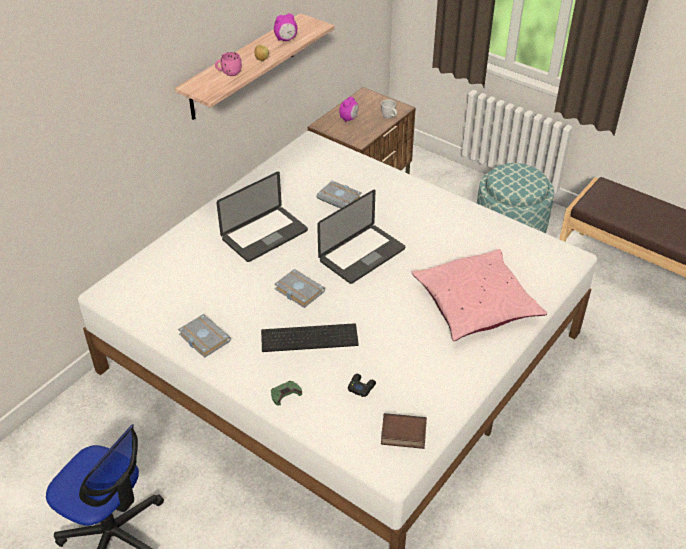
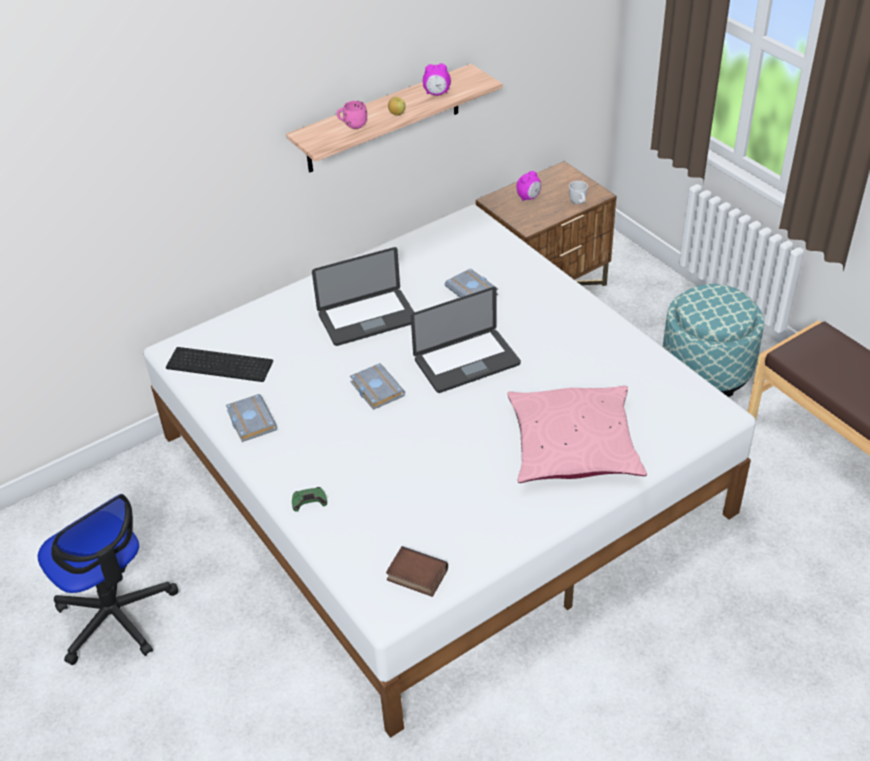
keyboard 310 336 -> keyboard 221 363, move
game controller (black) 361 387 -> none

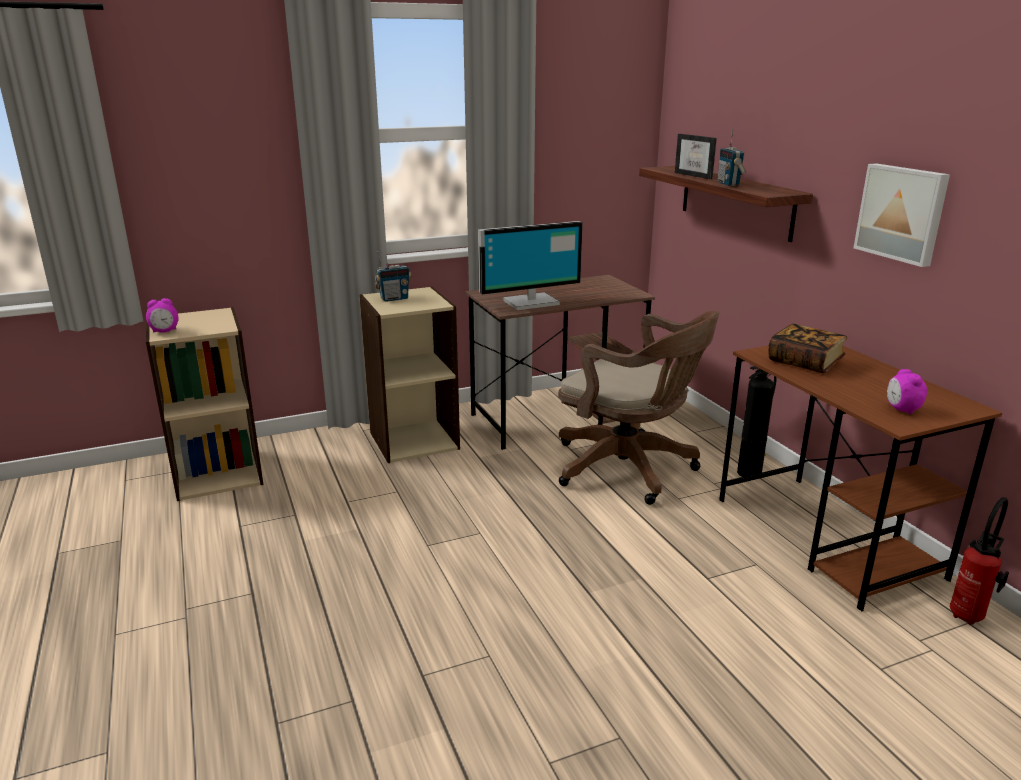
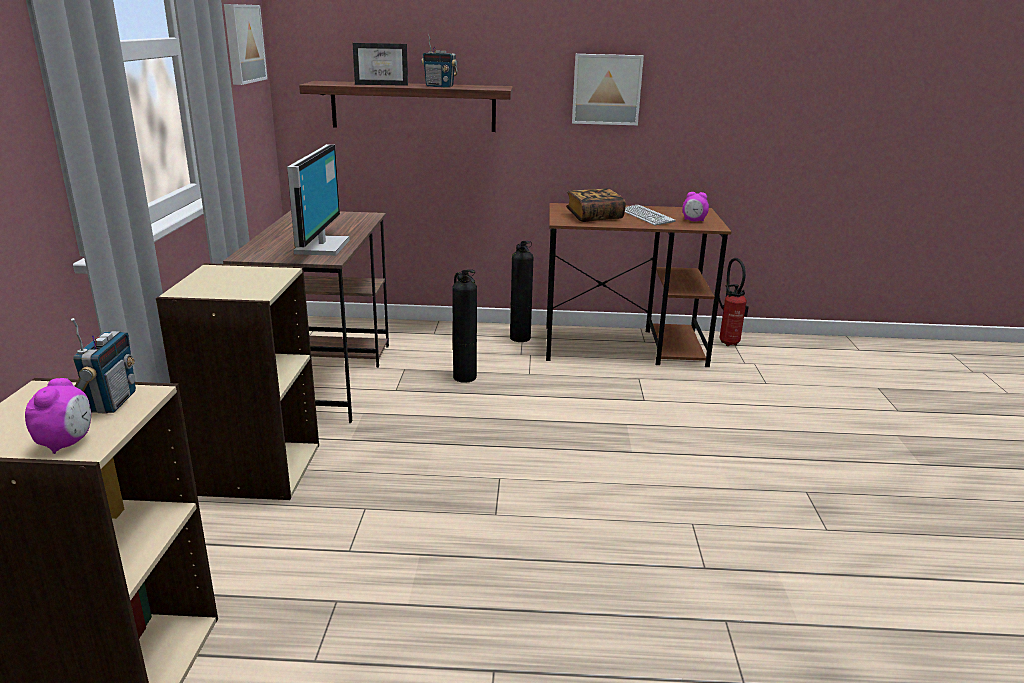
radio 394 299 -> radio 112 402, move
office chair (brown) 630 469 -> fire extinguisher 464 377
none -> picture 242 43
none -> keyboard 646 216

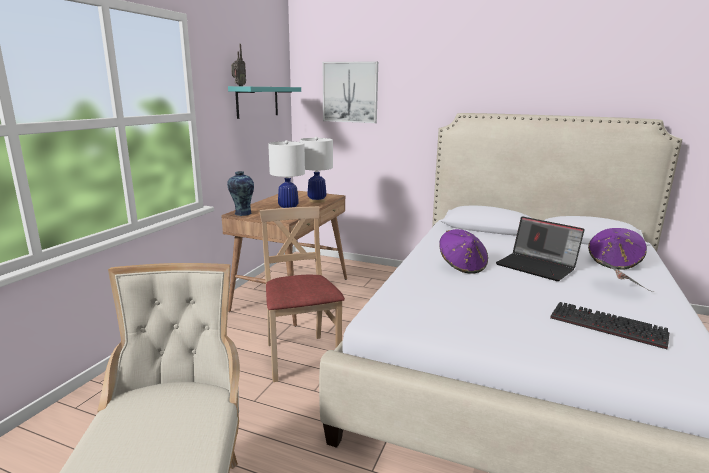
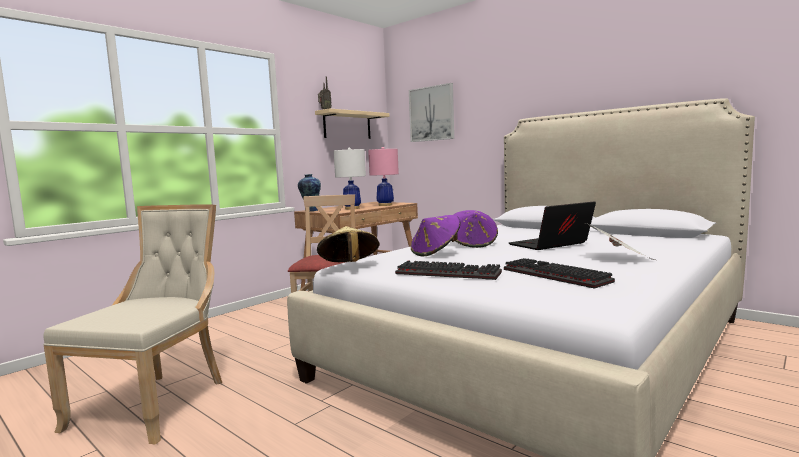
shelf (turquoise) 257 101 -> shelf (beige) 347 125
table lamp (white) 316 201 -> table lamp (pink) 385 205
laptop 537 266 -> laptop 550 245, 90 degrees clockwise
hat (purple) 614 262 -> hat (purple) 436 252, move
none -> hat (beige) 349 266
none -> keyboard 450 273

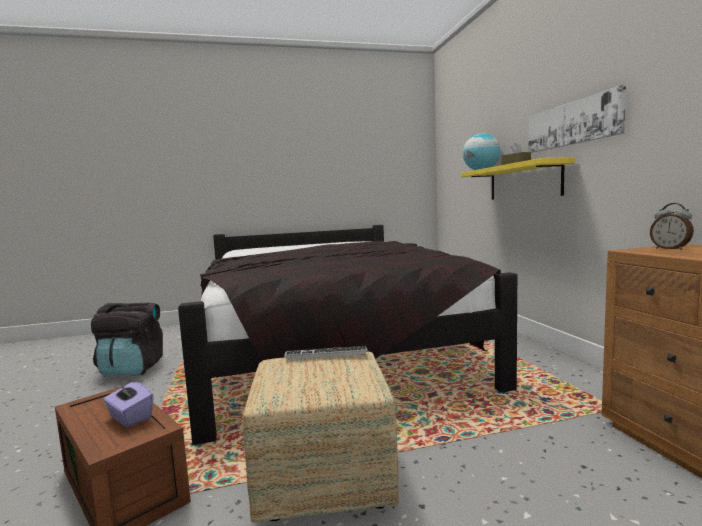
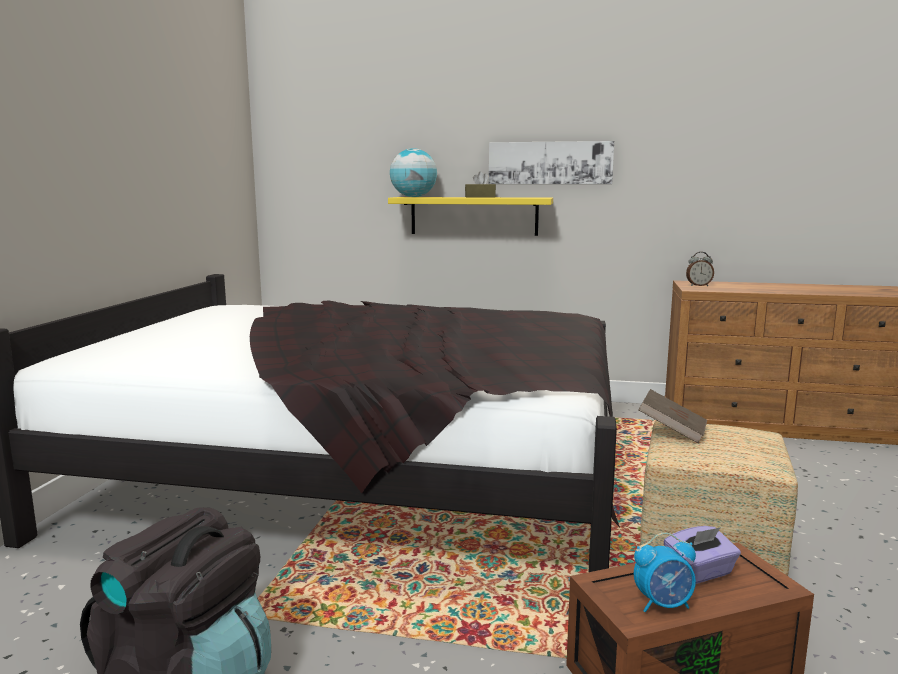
keyboard 326 354 -> book (brown) 672 431
none -> alarm clock 663 604

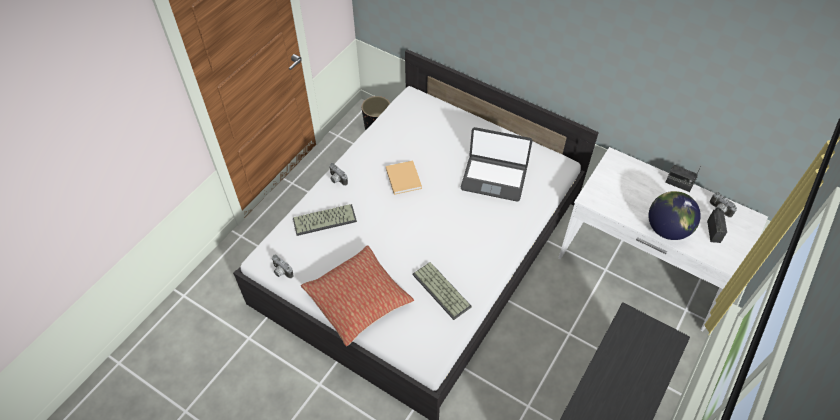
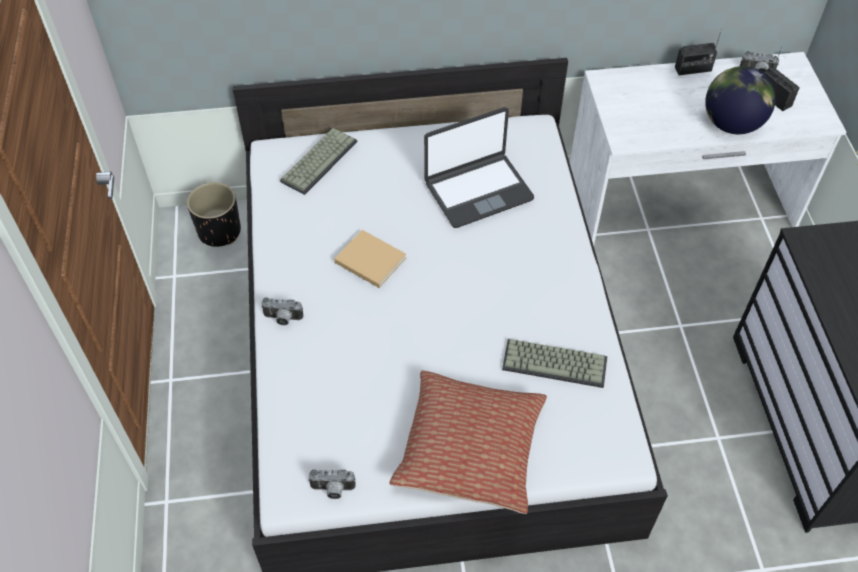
keyboard 325 219 -> keyboard 318 160, move

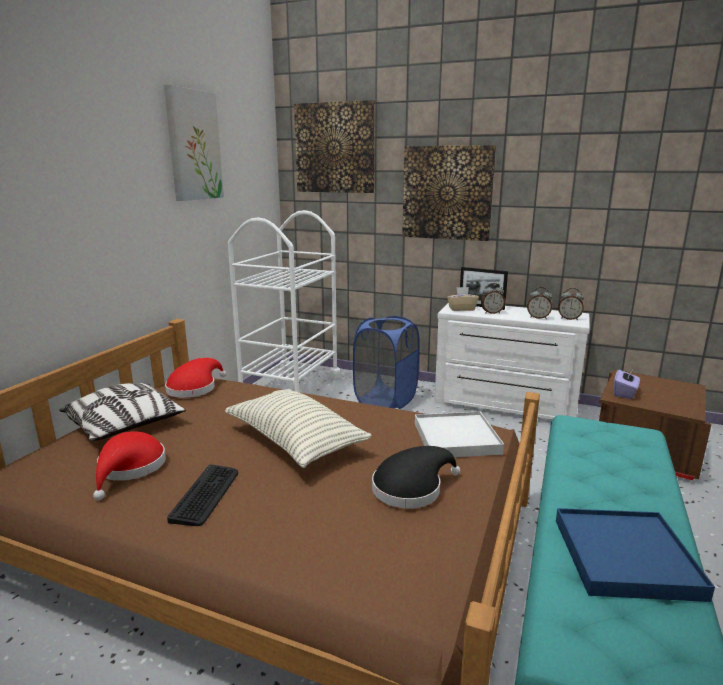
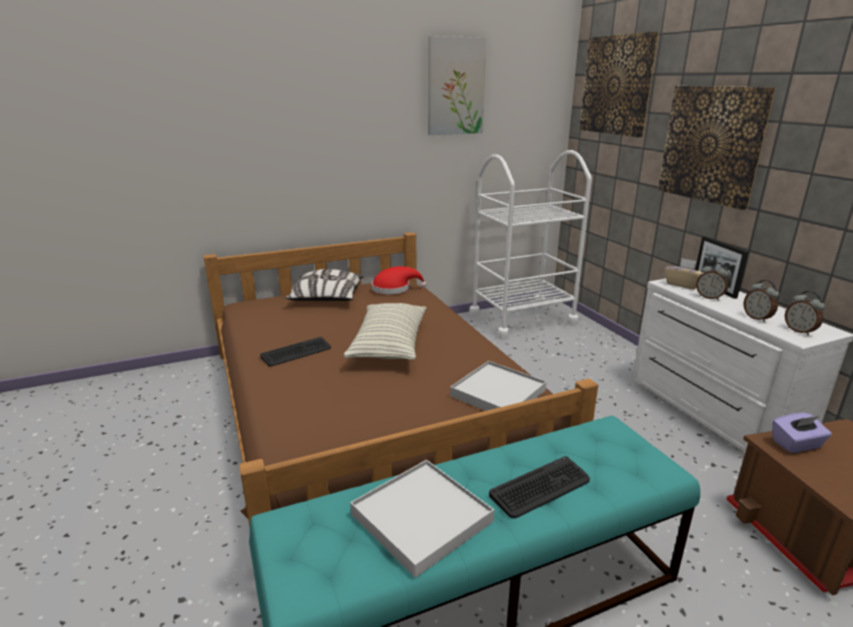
hat (red) 130 469 -> none
laundry basket (blue) 385 399 -> none
hat (black) 411 488 -> none
tray (blue) 625 557 -> tray (white) 422 518
none -> keyboard 540 488

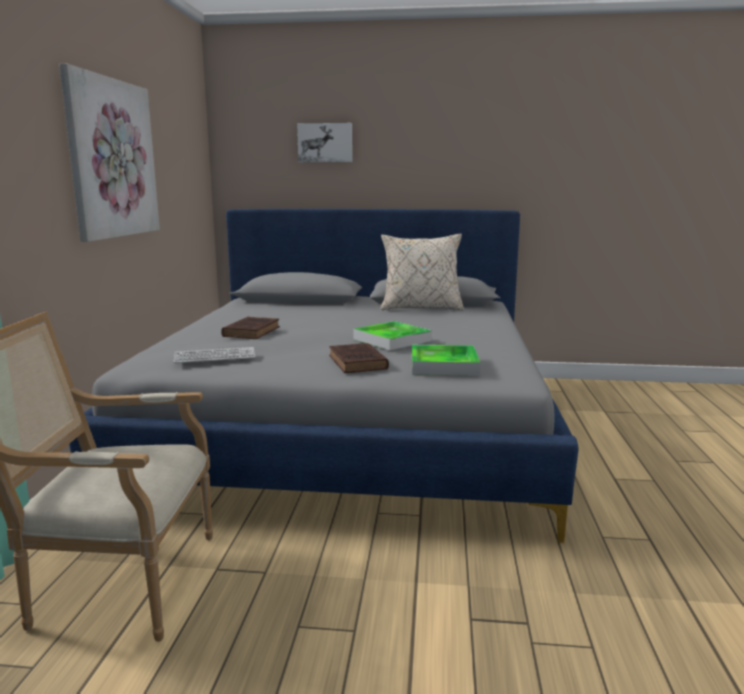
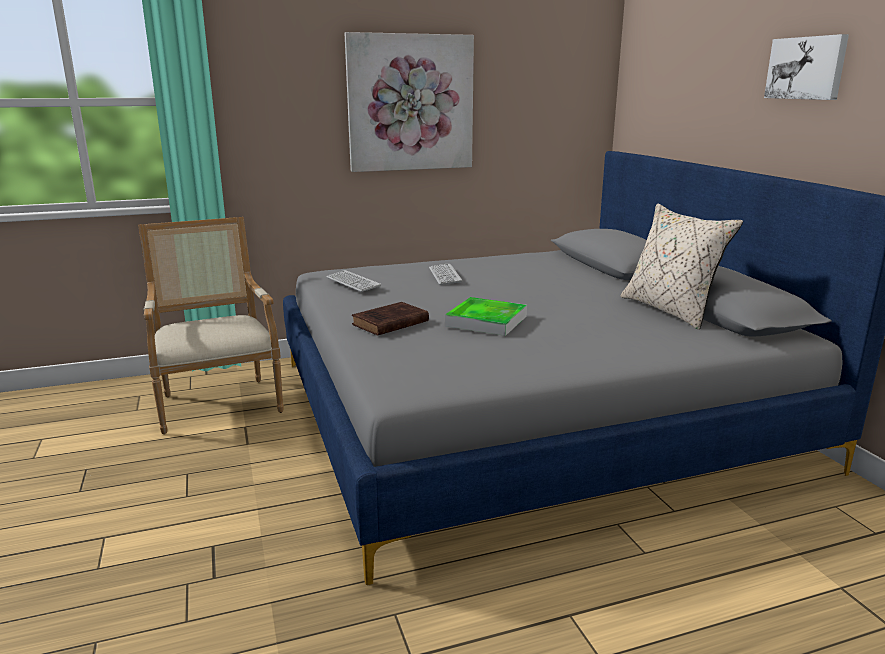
book (brown) 252 331 -> keyboard 445 275
picture 325 143 -> picture 806 68, move
tray 444 365 -> none

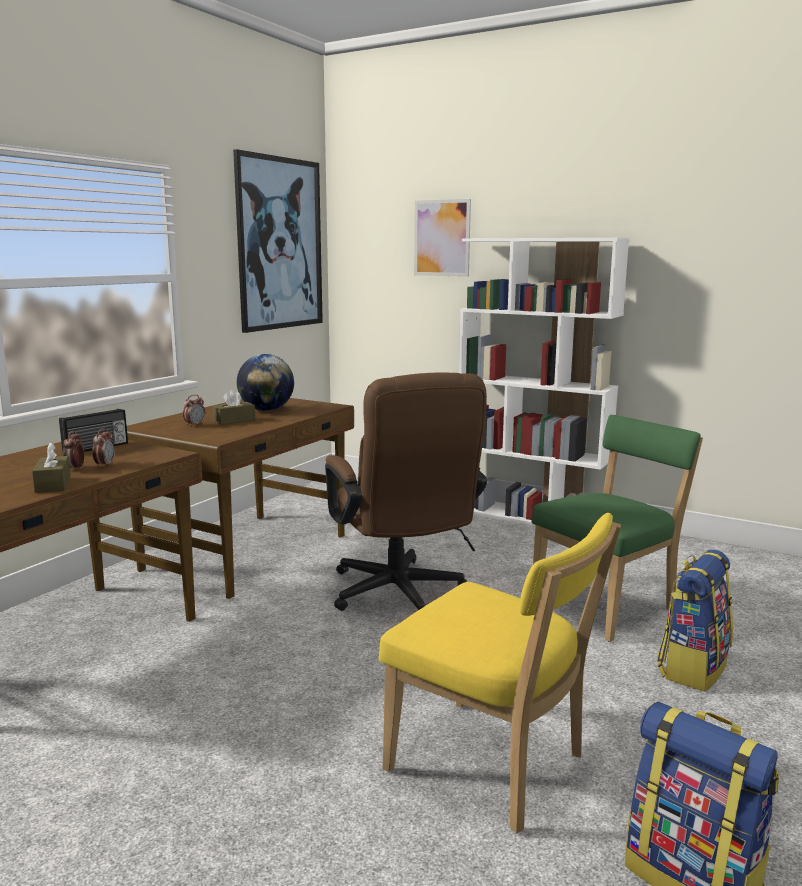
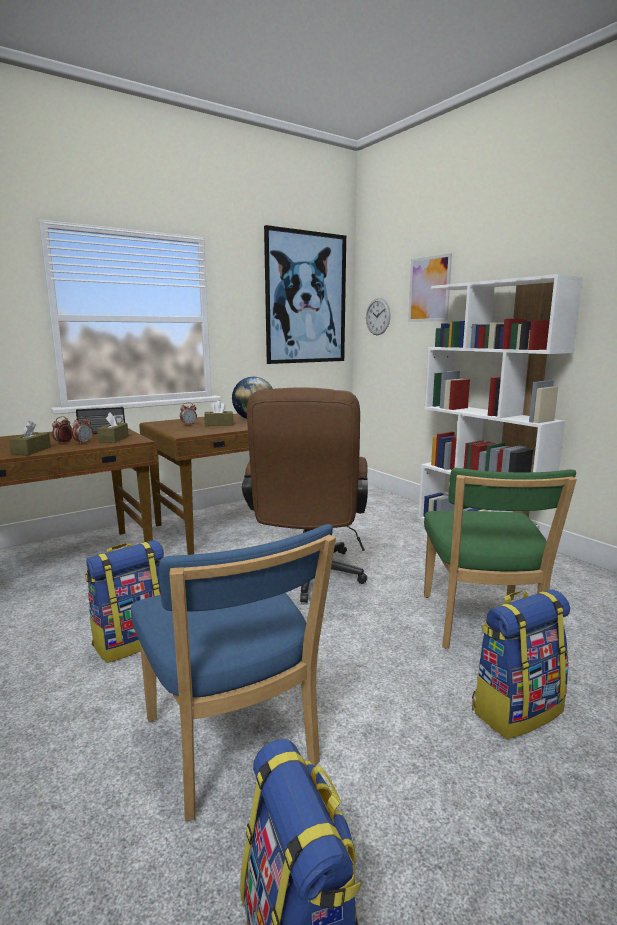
chair (yellow) 493 766 -> chair (blue) 232 747
chair (green) 608 606 -> chair (green) 480 625, 105 degrees clockwise
none -> backpack 132 641
none -> tissue box (brown) 113 439
none -> wall clock 378 316

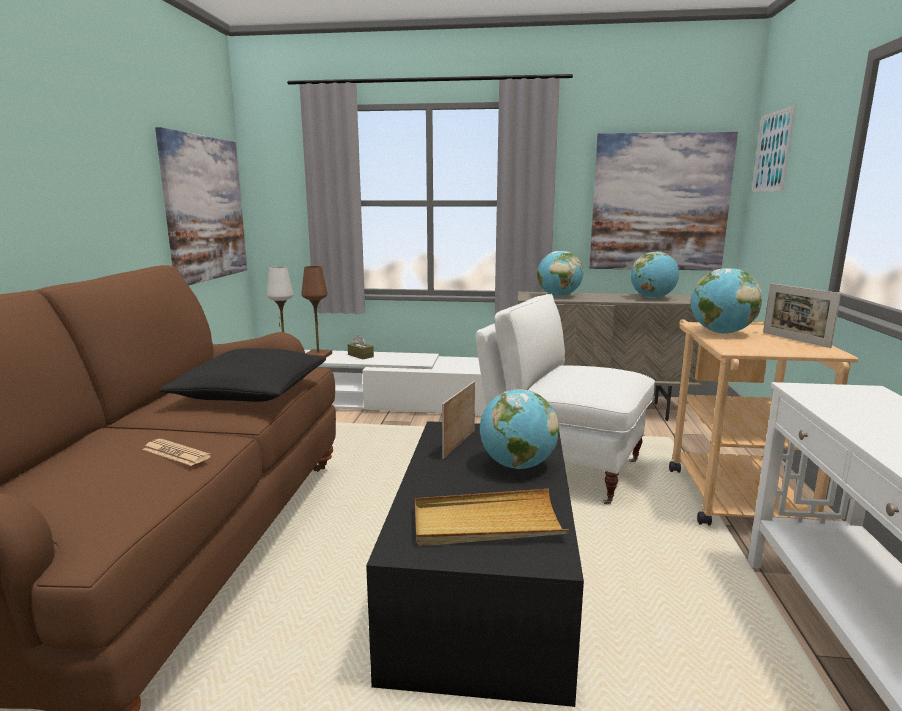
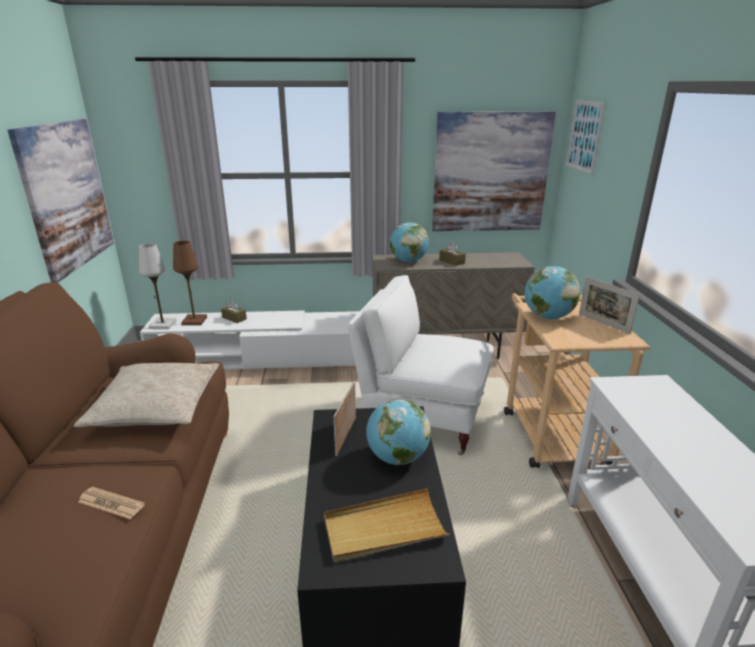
pillow (black) 251 391 -> pillow (beige) 156 407
globe 652 298 -> none
none -> tissue box (brown) 452 261

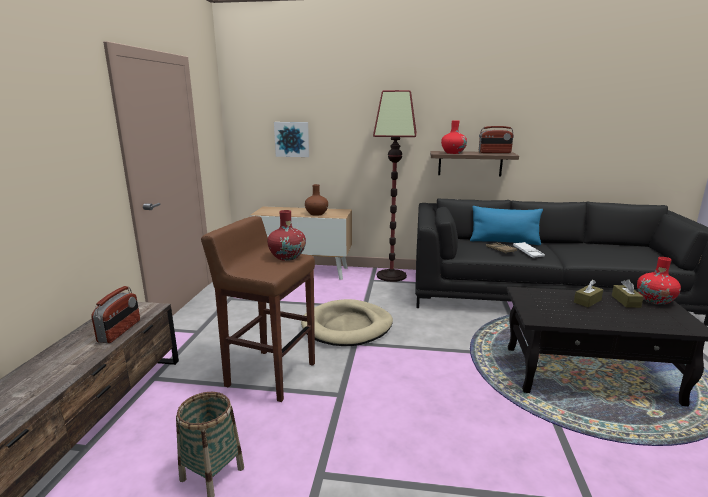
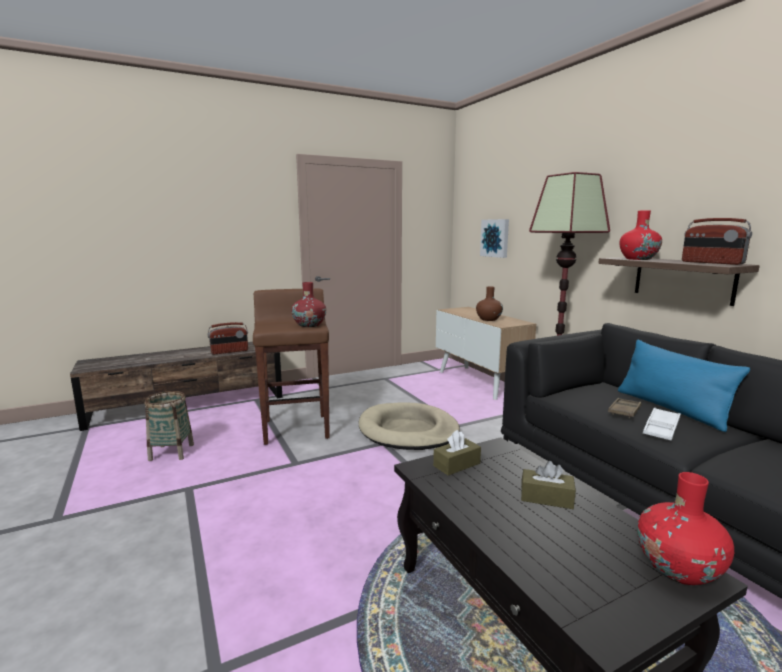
tissue box (brown) 625 301 -> tissue box (brown) 456 464, move

